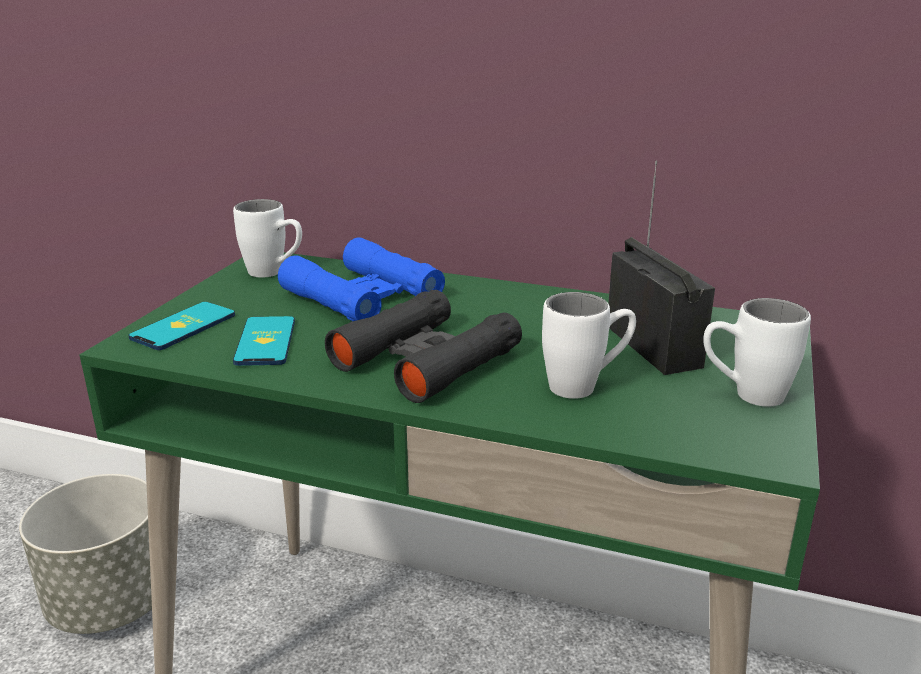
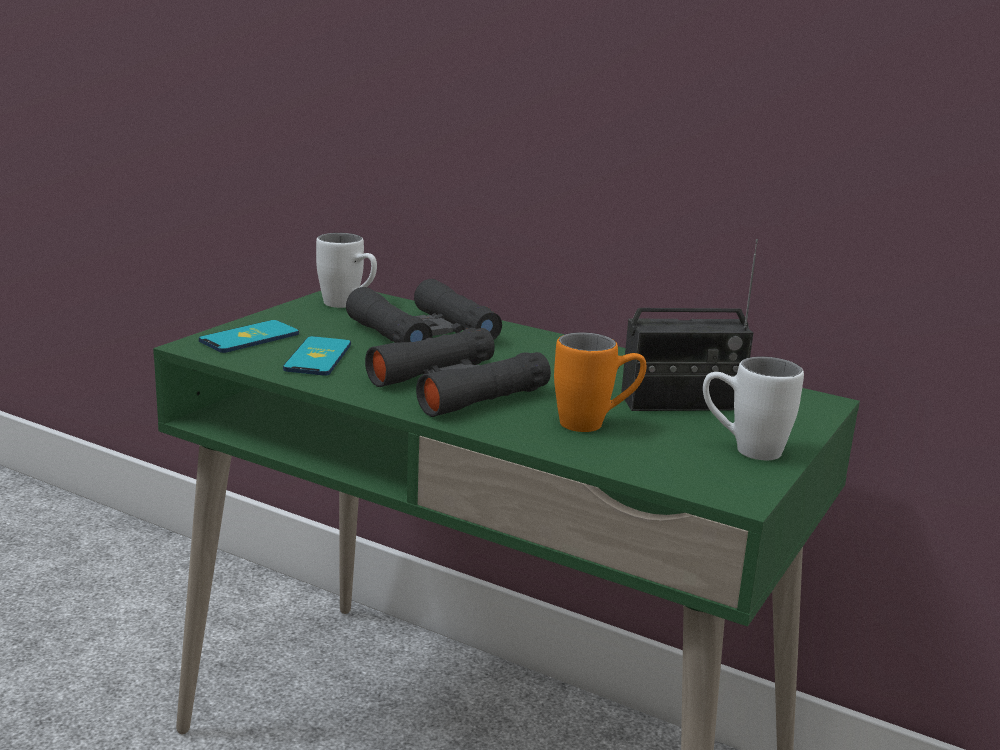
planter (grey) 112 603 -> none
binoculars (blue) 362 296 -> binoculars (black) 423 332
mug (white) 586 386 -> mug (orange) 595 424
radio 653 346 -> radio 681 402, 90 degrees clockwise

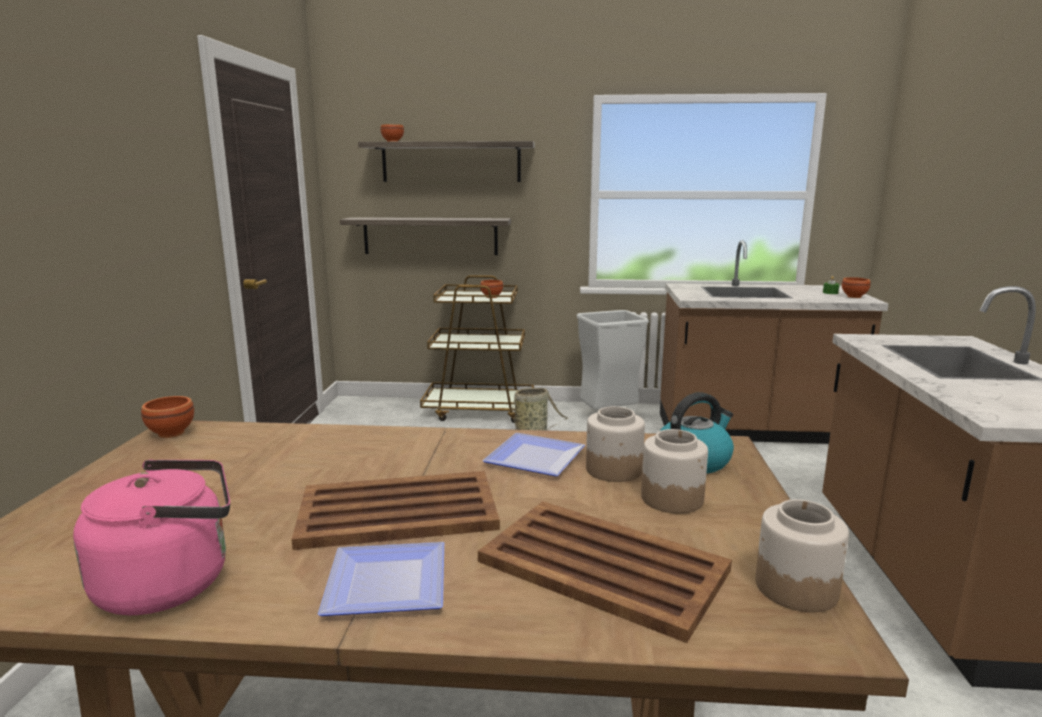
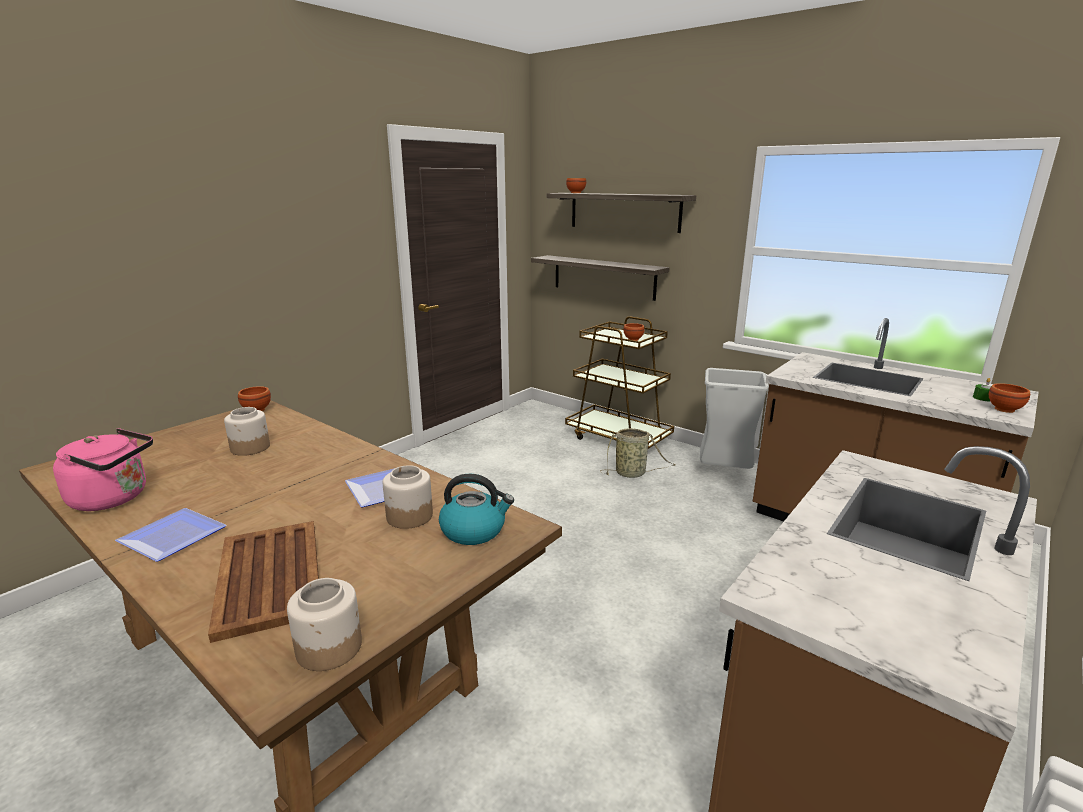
tray (brown) 400 511 -> none
jar 672 498 -> jar 251 447, move

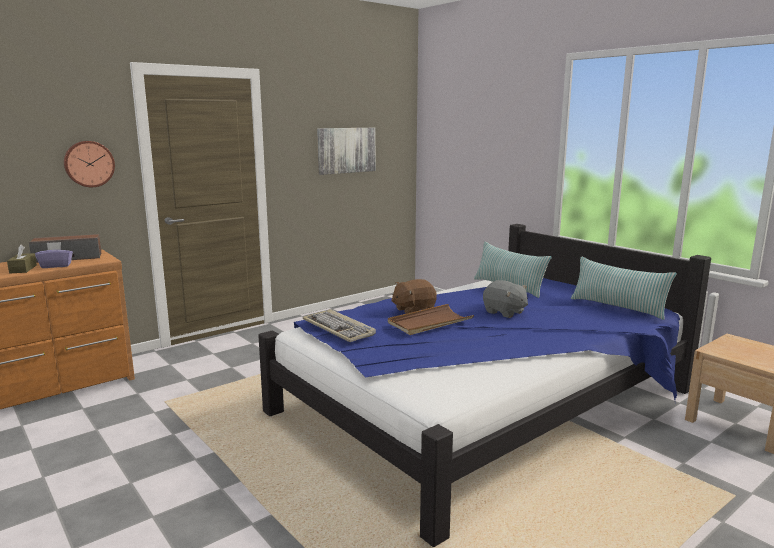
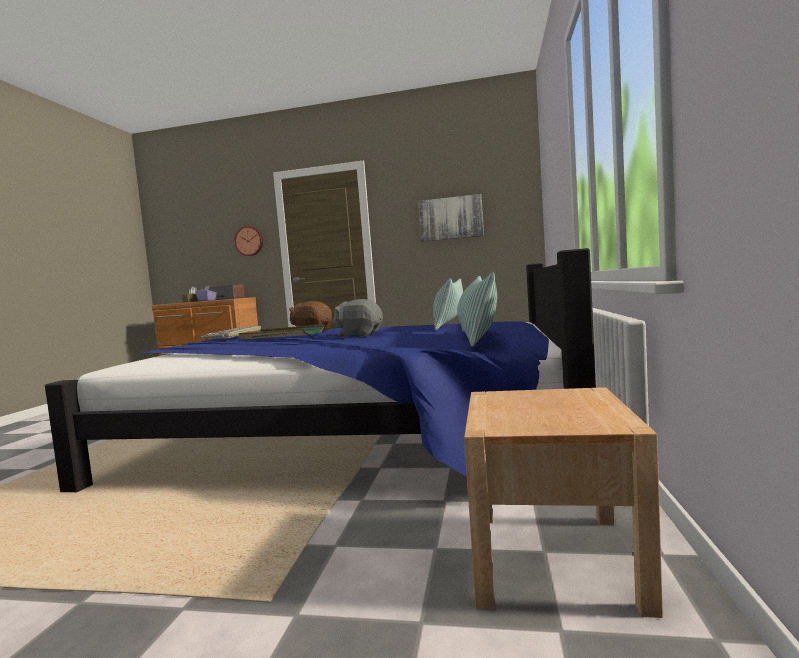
tray (brown) 429 322 -> tray (green) 281 335
plush toy (grey) 504 312 -> plush toy (grey) 359 335, 105 degrees clockwise

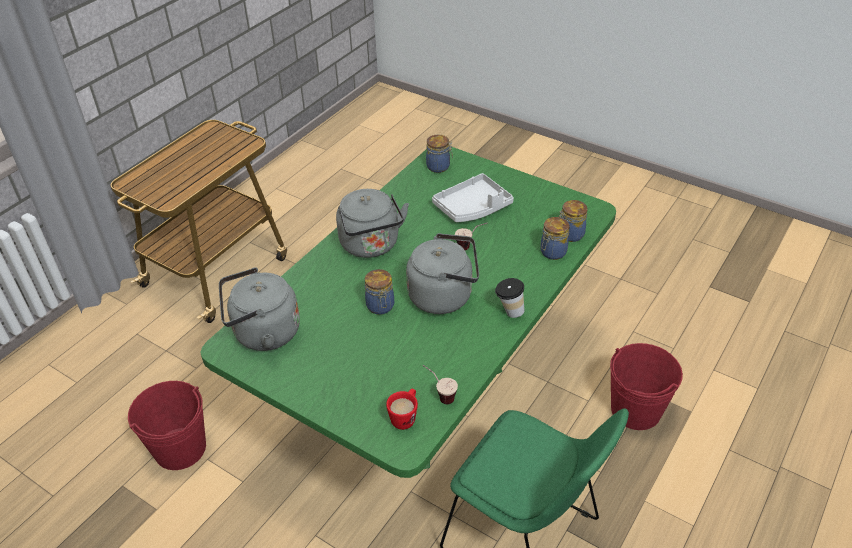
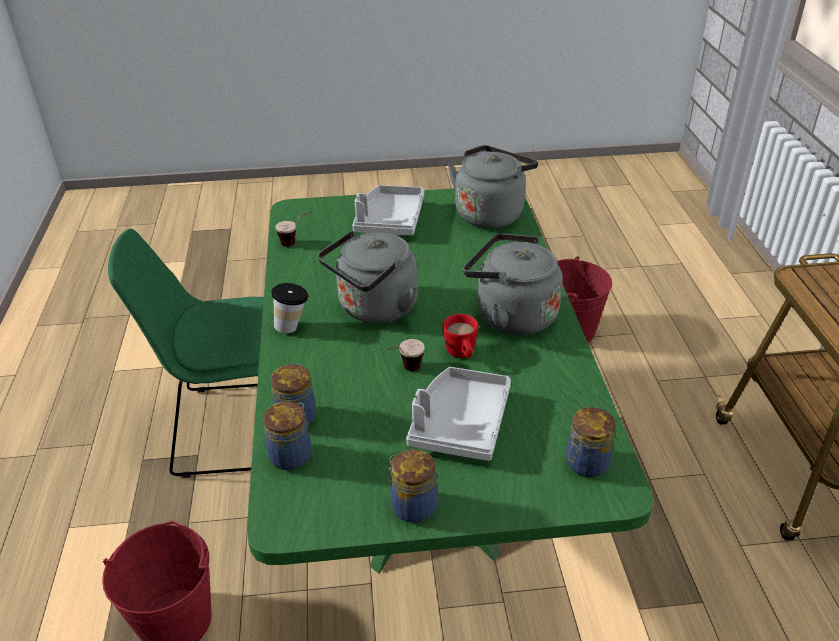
jar 380 307 -> jar 412 506, move
mug (red) 405 417 -> mug (red) 462 355, move
none -> tray (grey) 389 220

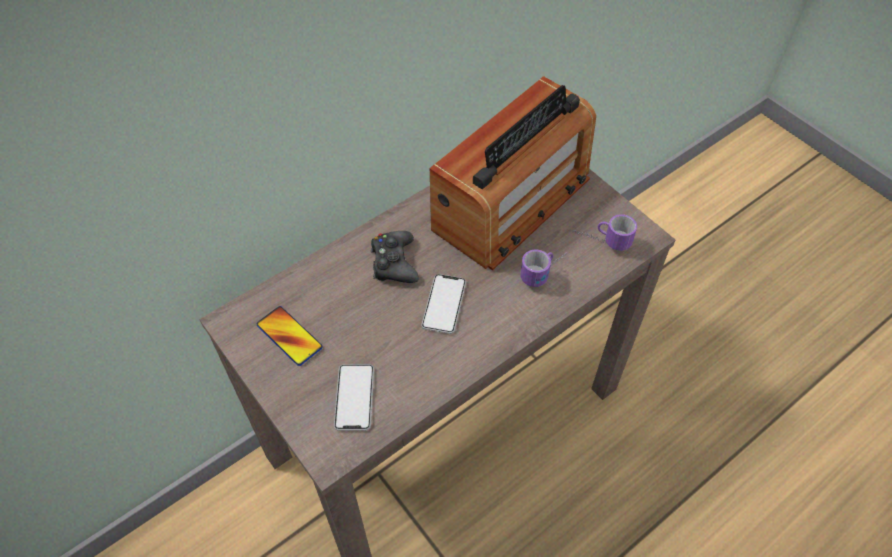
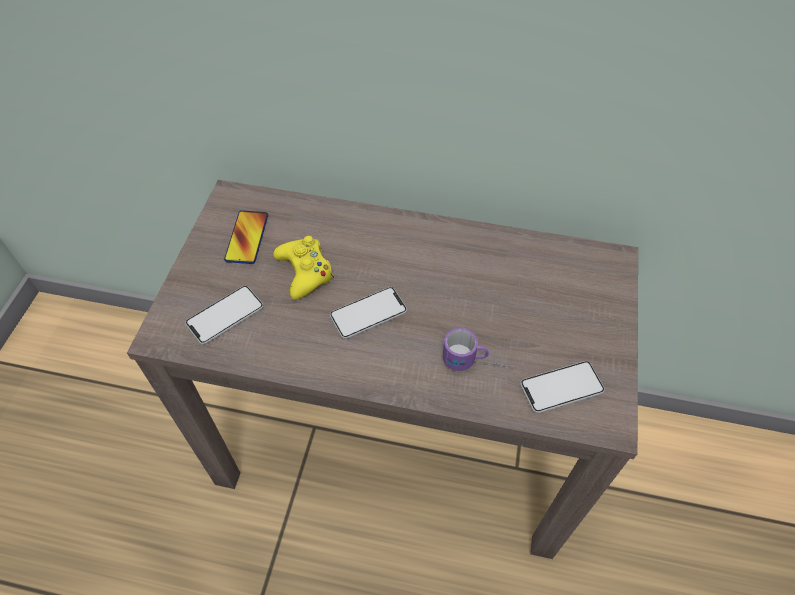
game controller (black) 394 263 -> none
radio 512 203 -> none
mug 601 241 -> phone 561 387
none -> game controller (yellow) 305 272

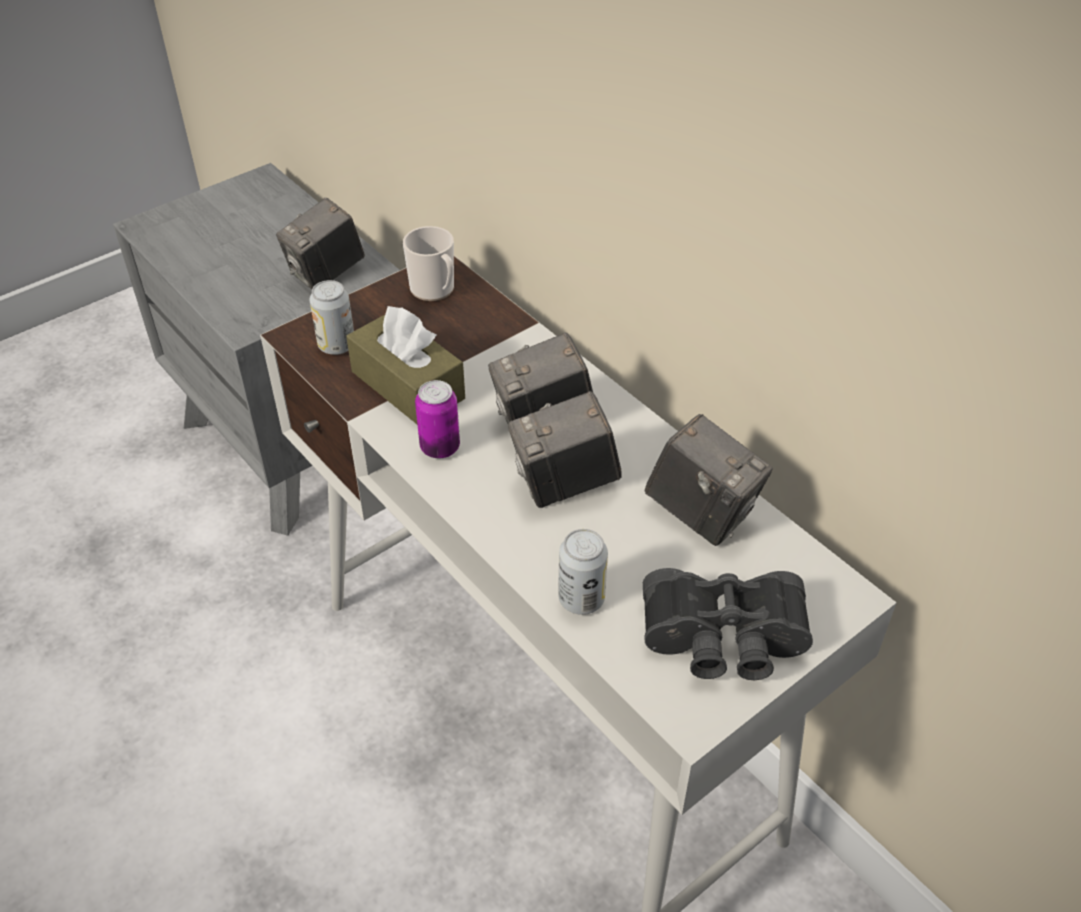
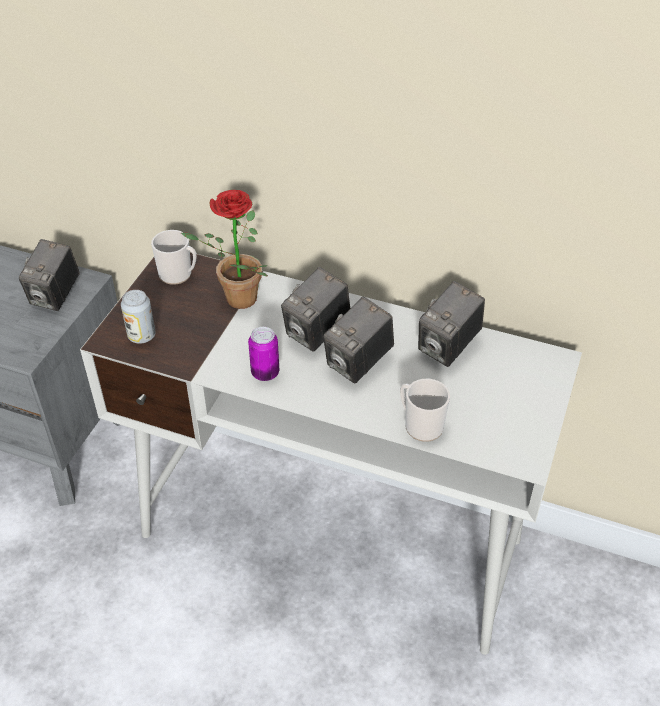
tissue box (brown) 408 385 -> none
can 581 599 -> mug 420 425
binoculars (black) 724 641 -> none
photo camera 702 513 -> photo camera 448 347, 120 degrees clockwise
none -> potted plant 234 300

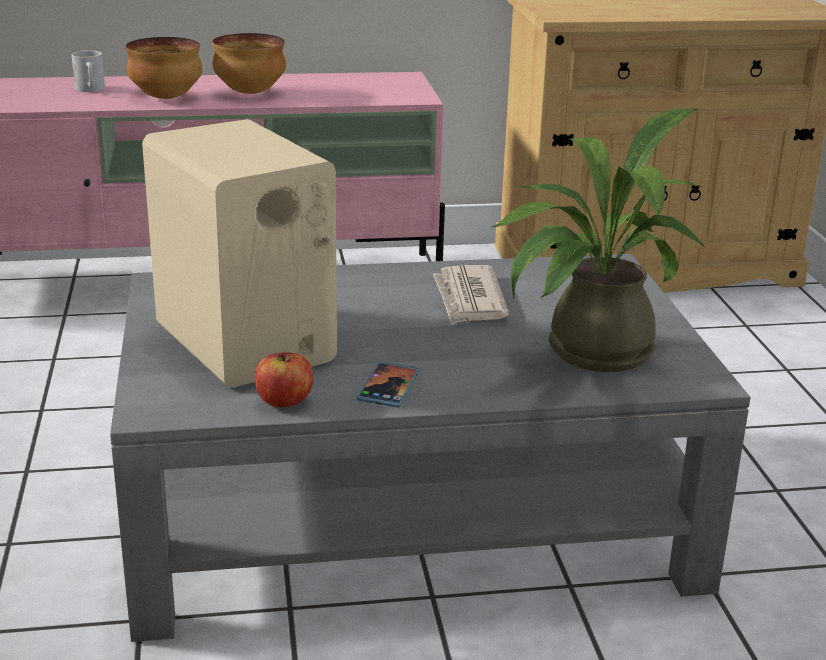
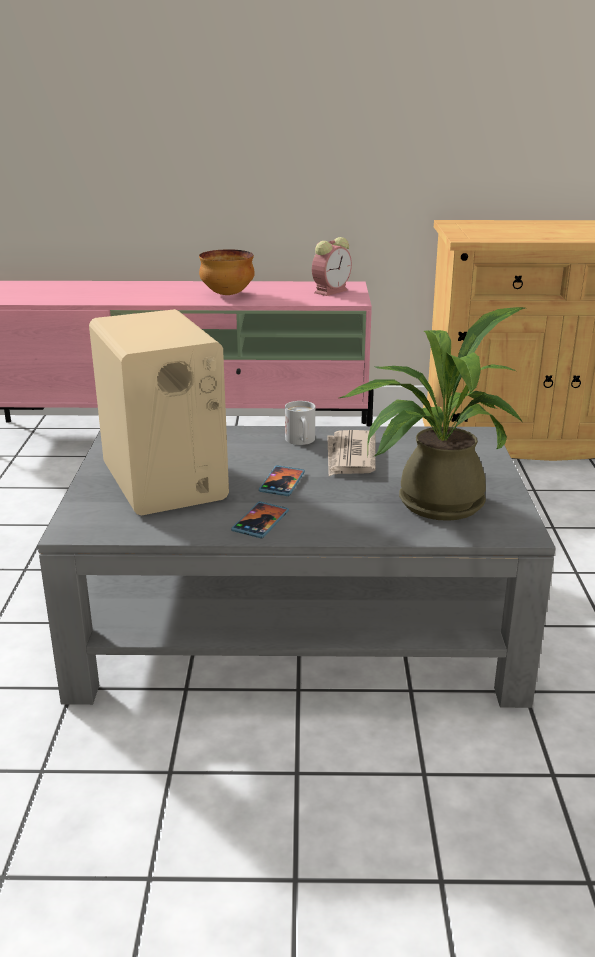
mug (white) 90 90 -> mug (white) 301 442, move
bowl 167 98 -> none
apple 284 401 -> none
none -> phone 282 483
none -> alarm clock 331 291

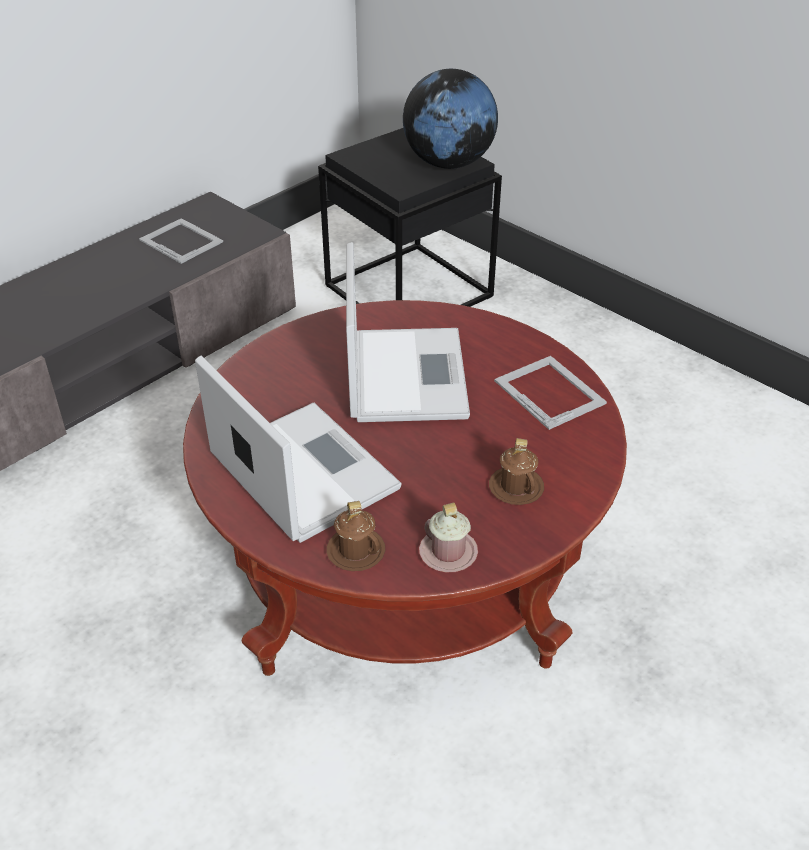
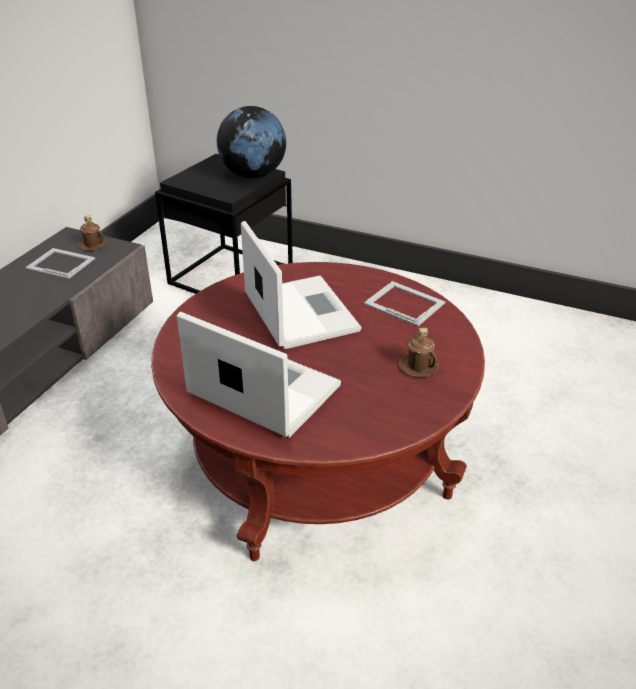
mug (brown) 356 551 -> mug (brown) 93 245, move
mug (pink) 448 552 -> none

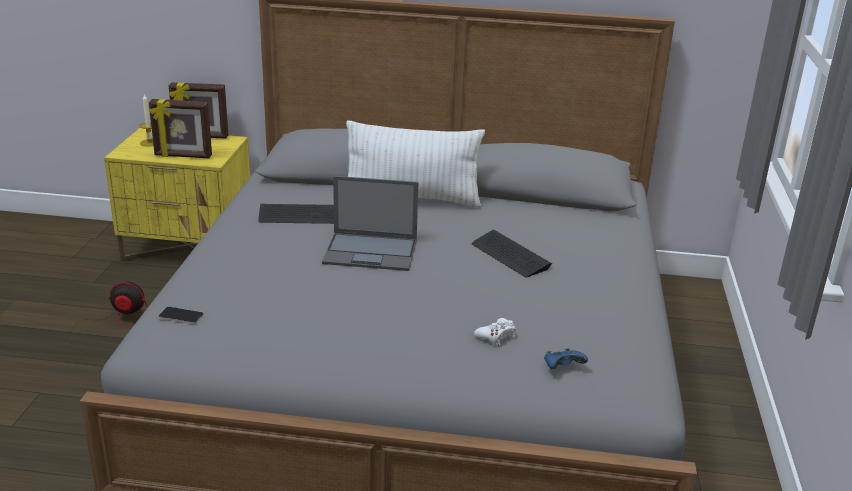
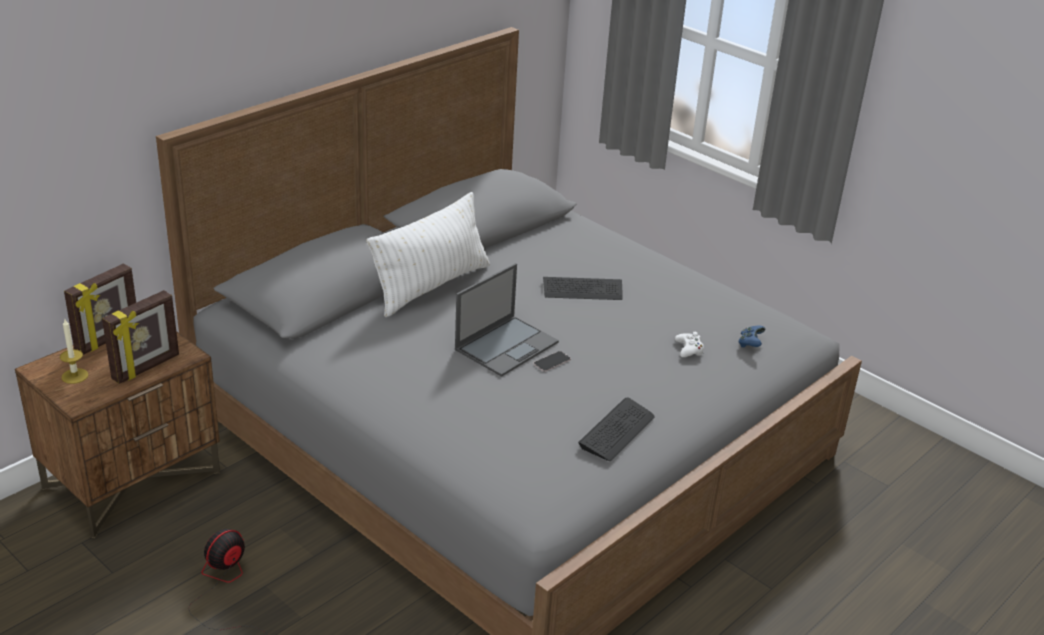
nightstand (yellow) 189 250 -> nightstand (brown) 133 479
phone 181 316 -> phone 552 362, move
keyboard 299 216 -> keyboard 617 431, move

